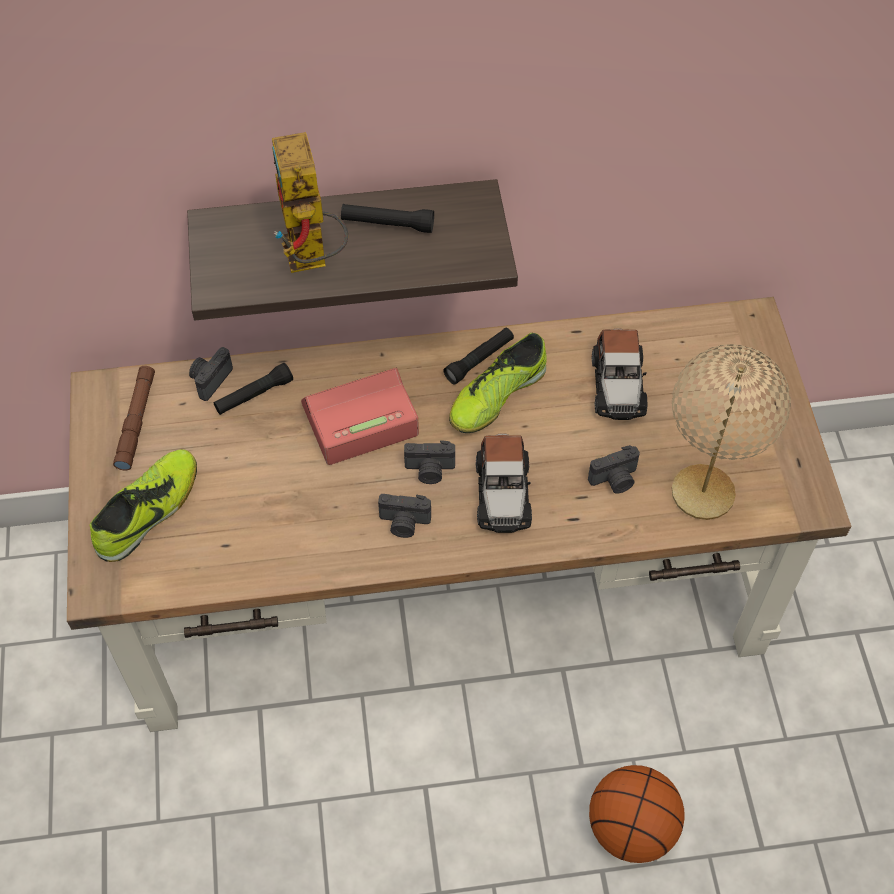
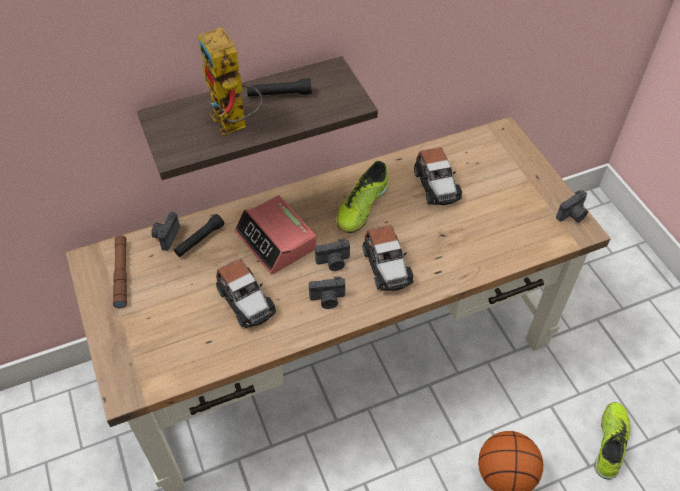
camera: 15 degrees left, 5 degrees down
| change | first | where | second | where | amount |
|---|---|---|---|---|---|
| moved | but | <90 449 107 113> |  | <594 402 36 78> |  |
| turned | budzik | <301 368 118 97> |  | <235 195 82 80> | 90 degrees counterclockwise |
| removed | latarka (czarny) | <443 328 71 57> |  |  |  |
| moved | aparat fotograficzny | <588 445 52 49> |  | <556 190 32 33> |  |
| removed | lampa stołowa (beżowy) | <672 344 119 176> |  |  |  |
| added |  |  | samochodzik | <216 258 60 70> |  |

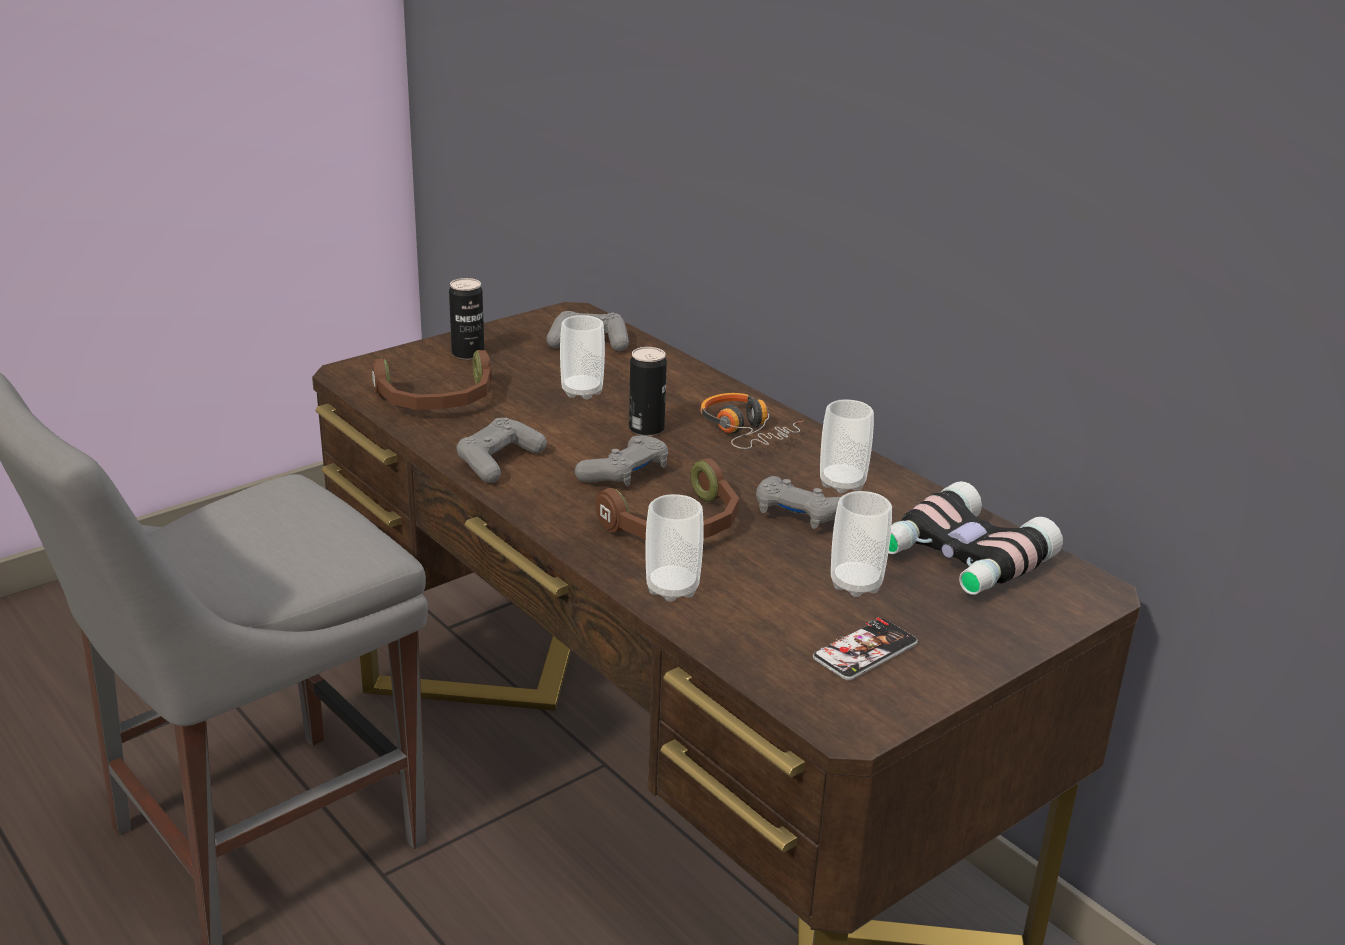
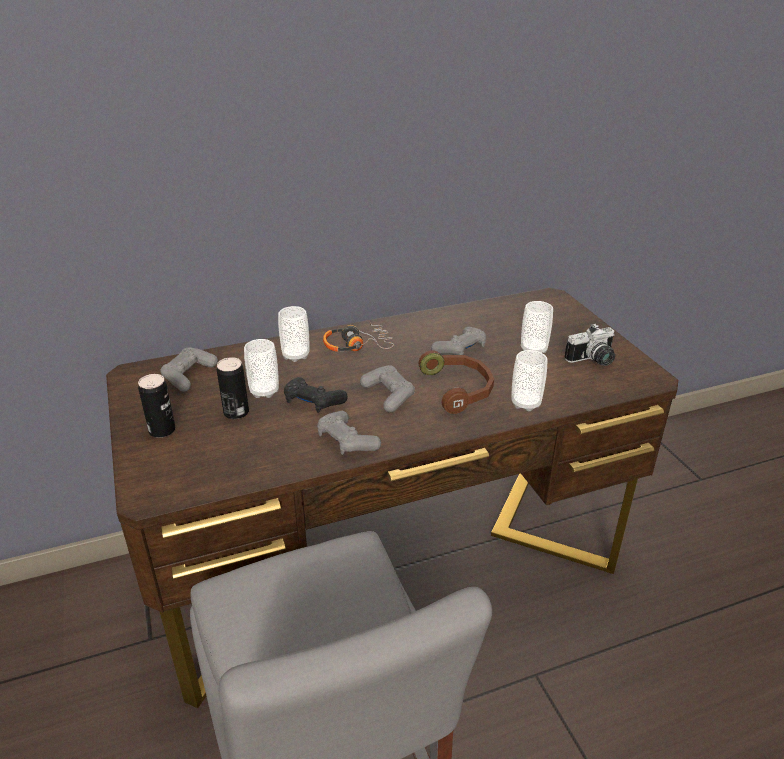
camera: 70 degrees left, 5 degrees up
| change | first | where | second | where | amount |
|---|---|---|---|---|---|
| removed | słuchawki (brązowy) | <372 350 120 60> |  |  |  |
| moved | puszka | <629 347 38 89> |  | <217 357 32 62> |  |
| replaced | telefon | <813 618 105 62> | aparat fotograficzny | <564 323 51 43> |  |
| moved | filiżanka | <820 399 54 95> |  | <278 306 31 56> |  |
| removed | lornetka | <888 481 175 114> |  |  |  |
| added |  |  | pad do gier (czarny) | <284 377 64 35> |  |

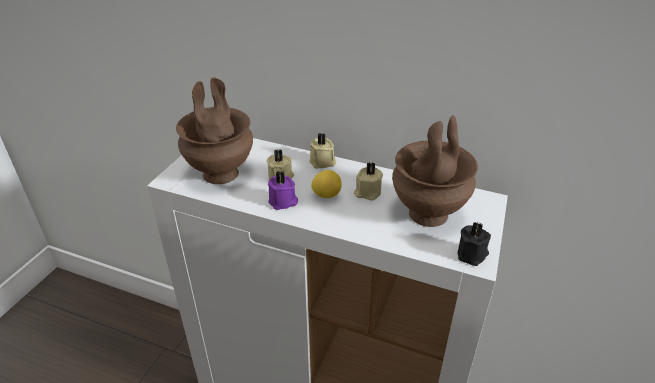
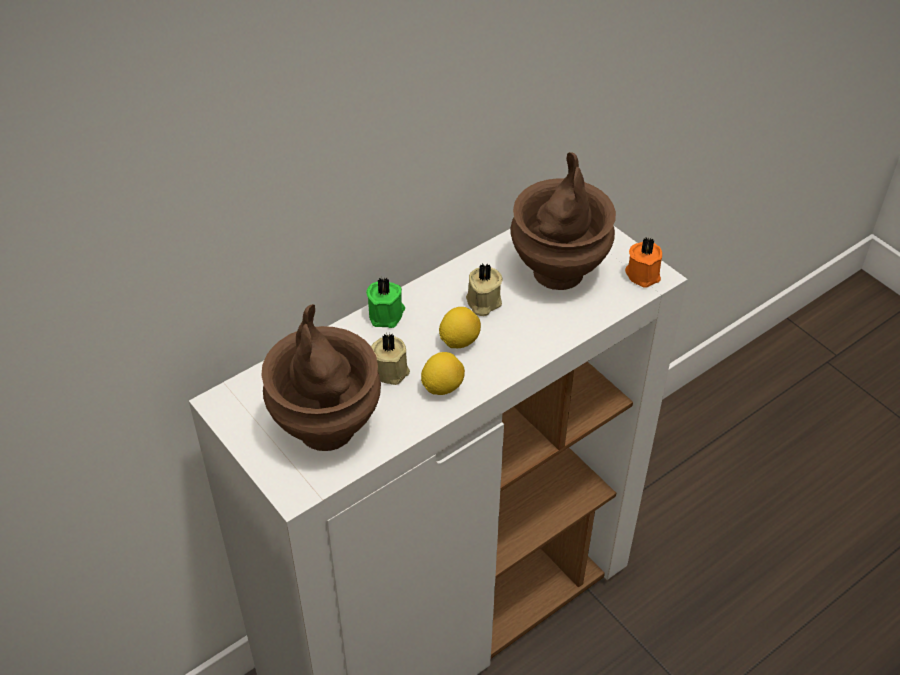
camera: 60 degrees left, 10 degrees up
| change | first | where | second | where | amount |
|---|---|---|---|---|---|
| replaced | świeca (fioletowy) | <268 170 30 40> | cytryna | <421 352 44 43> |  |
| recoloured | świeca (beżowy) | <310 133 26 36> | świeca (zielony) | <366 277 39 51> |  |
| recoloured | świeca (czarny) | <458 222 33 44> | świeca (pomarańczowy) | <625 237 37 51> |  |

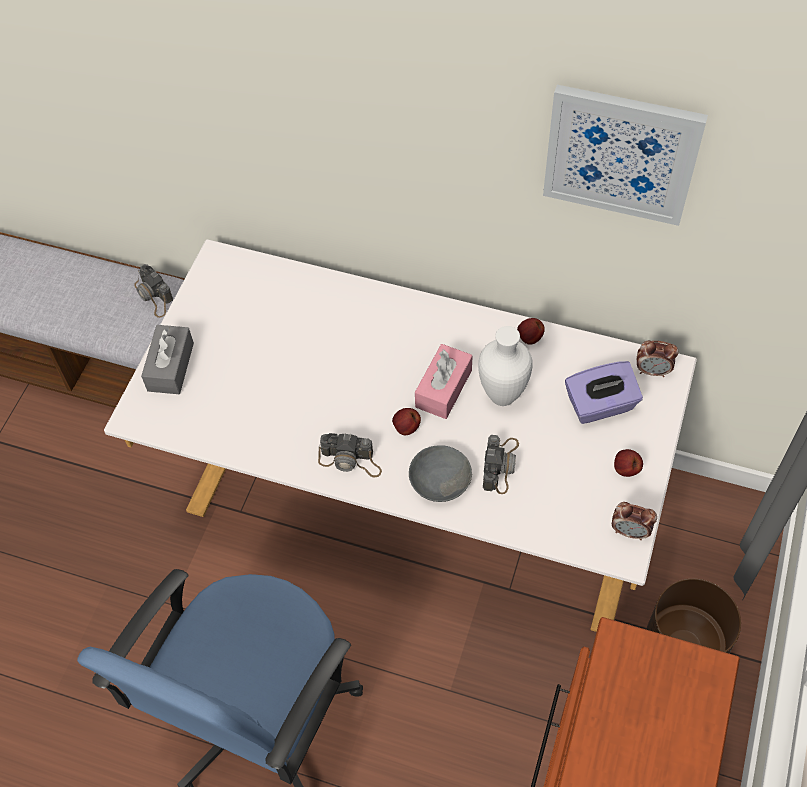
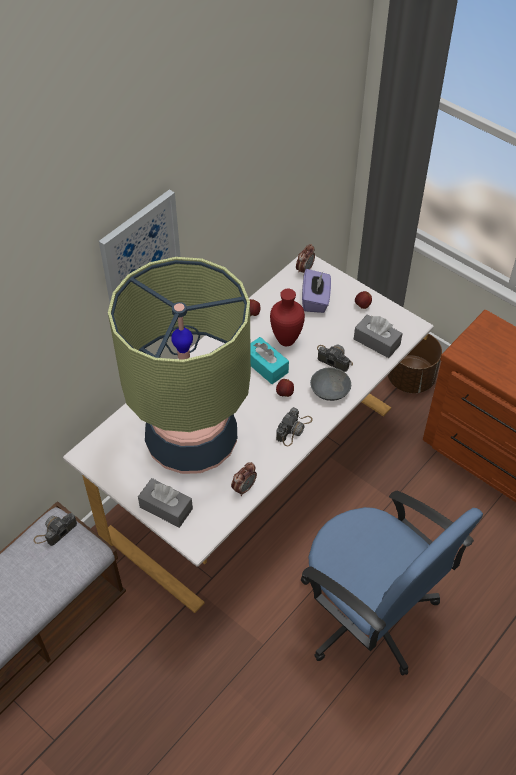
camera: 70 degrees left, 5 degrees down
| change | first | where | second | where | amount |
|---|---|---|---|---|---|
| turned | aparat fotograficzny | <134 264 39 54> |  | <33 513 44 33> | 150 degrees clockwise |
| recoloured | pudełko chusteczek (różowy) | <415 344 57 75> | pudełko chusteczek (turkusowy) | <250 337 39 47> |  |
| recoloured | wazon (biały) | <478 326 55 80> | wazon (czerwony) | <270 289 35 57> |  |
| moved | obraz | <543 85 165 141> |  | <99 189 81 113> |  |
| moved | budzik | <612 502 45 38> |  | <231 462 26 34> |  |
| added |  |  | lampa stołowa | <108 257 143 217> |  |
| added |  |  | pudełko chusteczek (szary) | <354 314 49 44> |  |

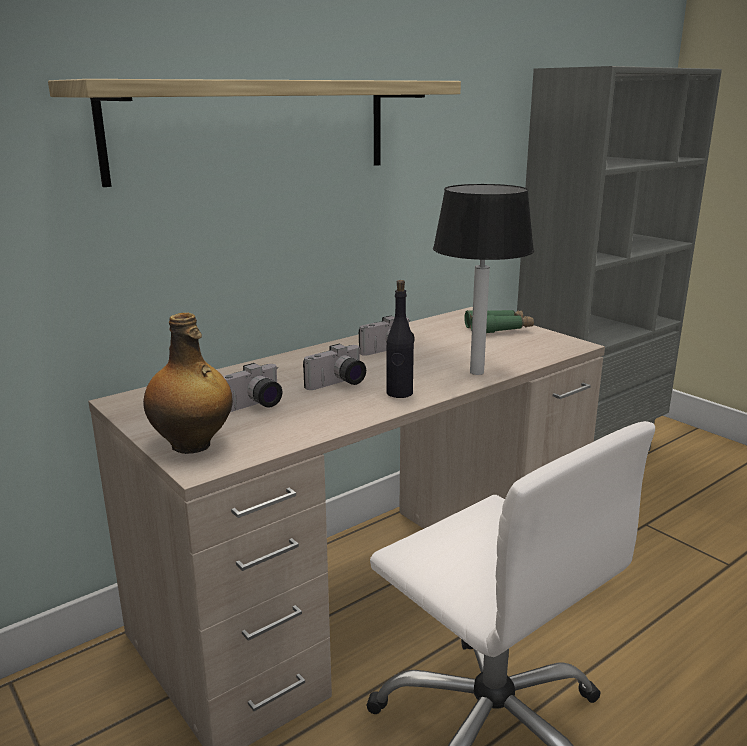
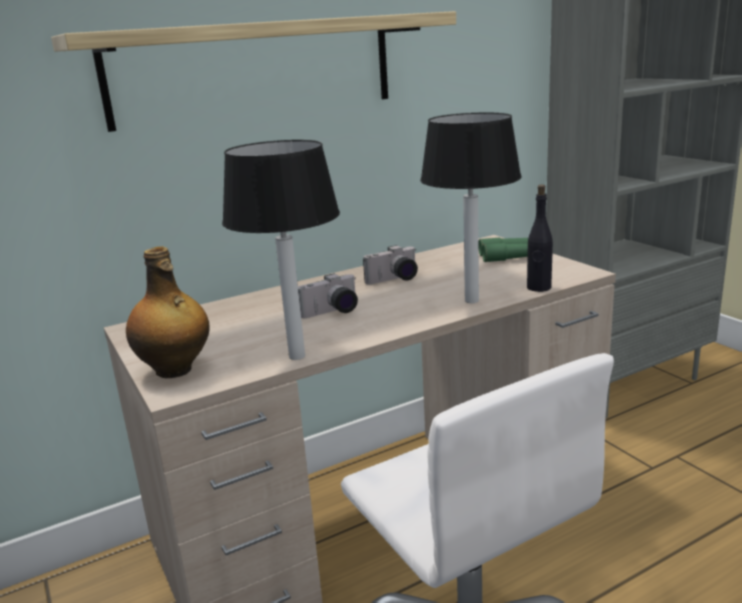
camera: 10 degrees right, 0 degrees up
| change | first | where | second | where | amount |
|---|---|---|---|---|---|
| removed | aparat fotograficzny | <223 363 59 49> |  |  |  |
| moved | butelka (czarny) | <386 280 28 118> |  | <527 185 26 107> |  |
| added |  |  | lampa stołowa | <222 140 118 220> |  |

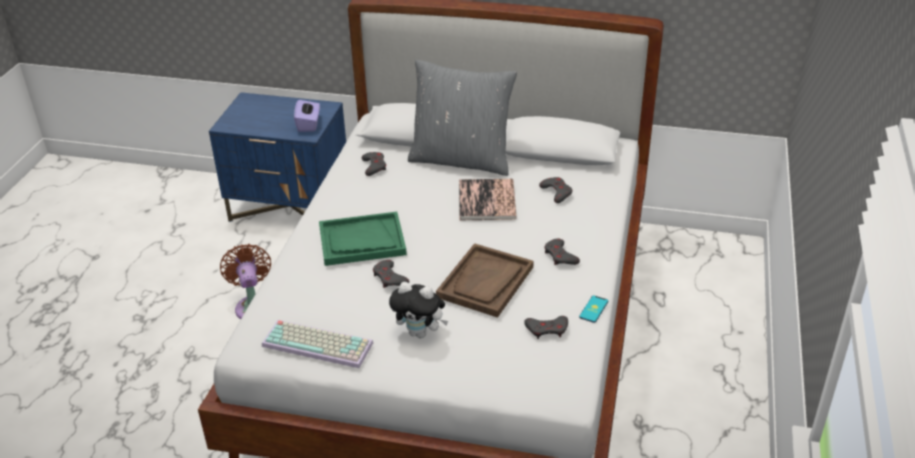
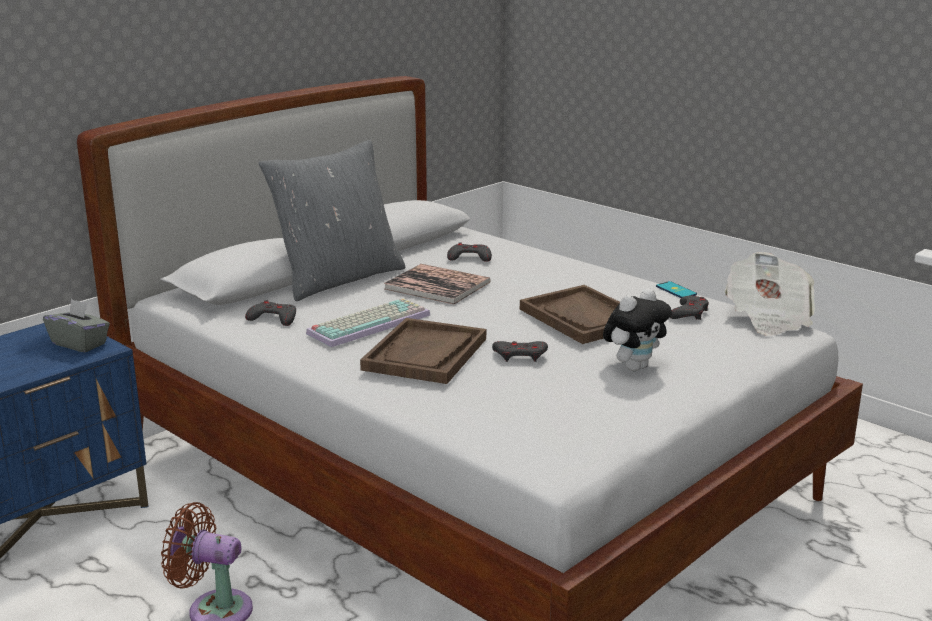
camera: 60 degrees left, 15 degrees down
| change | first | where | second | where | amount |
|---|---|---|---|---|---|
| moved | klawiatura | <262 320 111 48> |  | <306 298 124 49> |  |
| recoloured | pudełko chusteczek (fioletowy) | <294 100 26 32> | pudełko chusteczek (szary) | <43 299 67 53> |  |
| recoloured | taca (zielony) | <319 212 88 54> | taca (brązowy) | <360 318 126 66> |  |
| removed | pad do gier (szary) | <544 239 36 26> |  |  |  |
| added |  |  | gazeta | <725 252 90 84> |  |

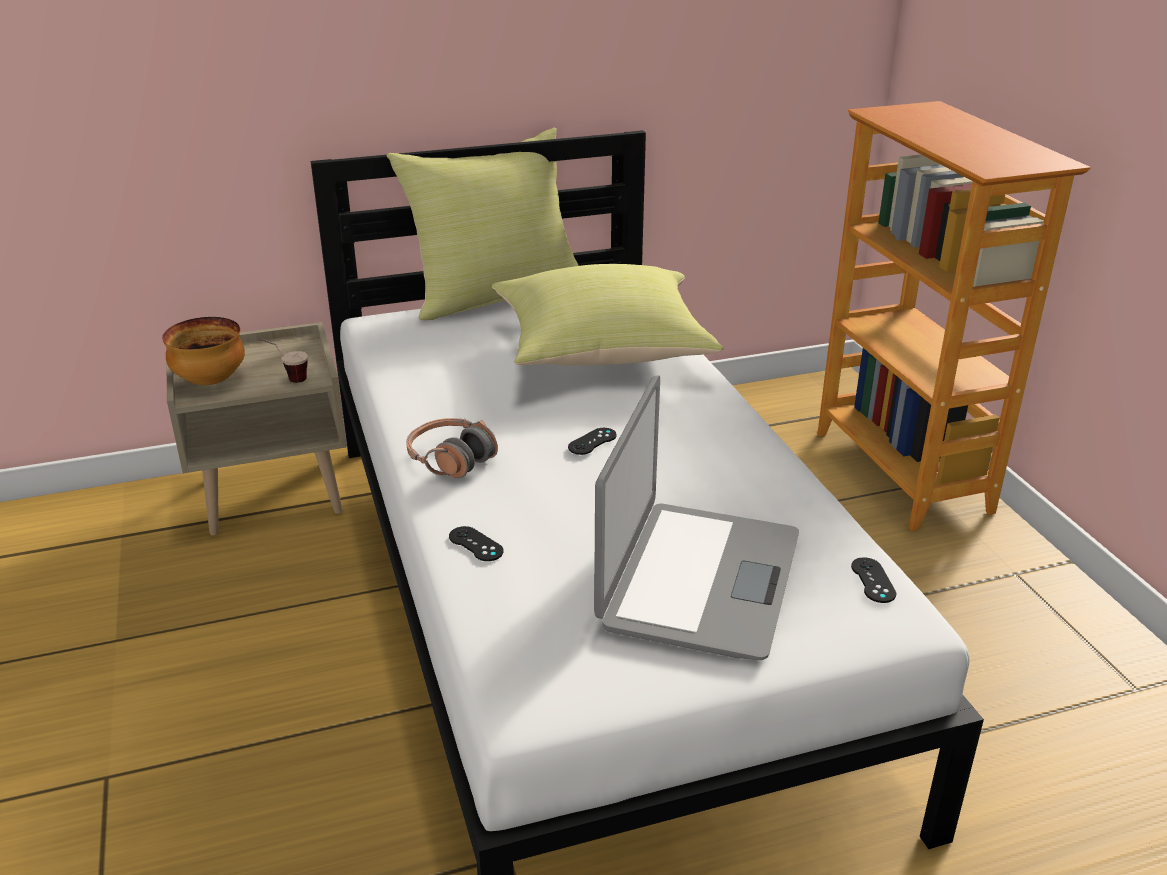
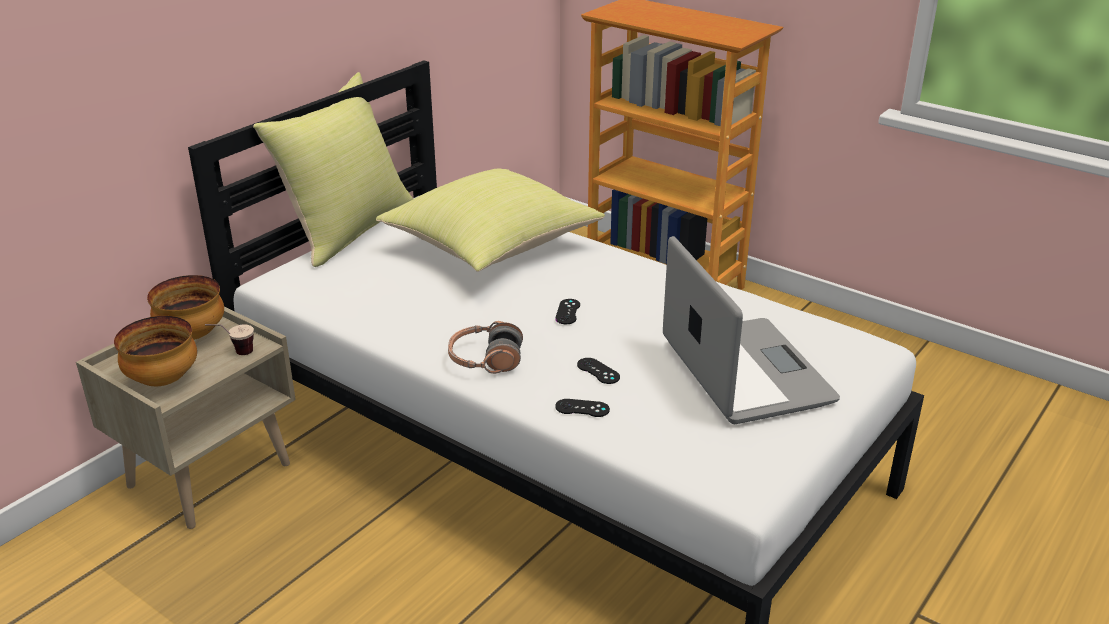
camera: 35 degrees left, 0 degrees up
| change | first | where | second | where | amount |
|---|---|---|---|---|---|
| moved | pad do gier (czarny) | <851 557 46 46> |  | <577 358 43 26> |  |
| added |  |  | miska | <147 275 77 65> |  |

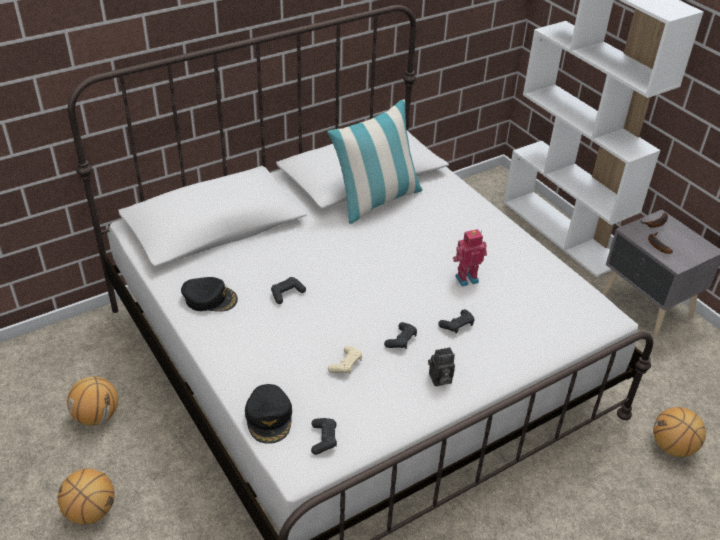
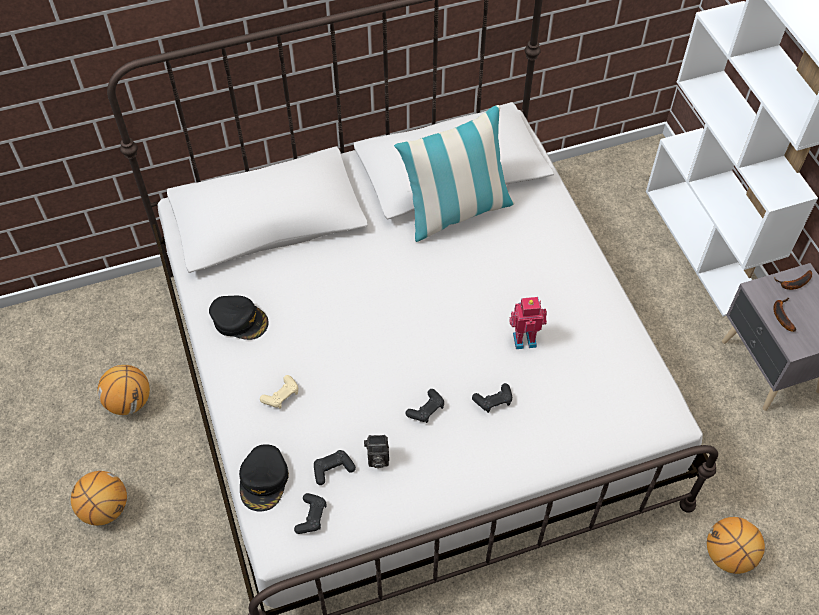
camera: 15 degrees right, 15 degrees up
| change | first | where | second | where | amount |
|---|---|---|---|---|---|
| moved | pad do gier (czarny) | <271 277 35 27> |  | <314 450 42 35> |  |
| moved | pad do gier (beżowy) | <328 346 34 28> |  | <260 375 38 34> |  |
| moved | aparat fotograficzny | <428 347 27 39> |  | <364 435 25 33> |  |

